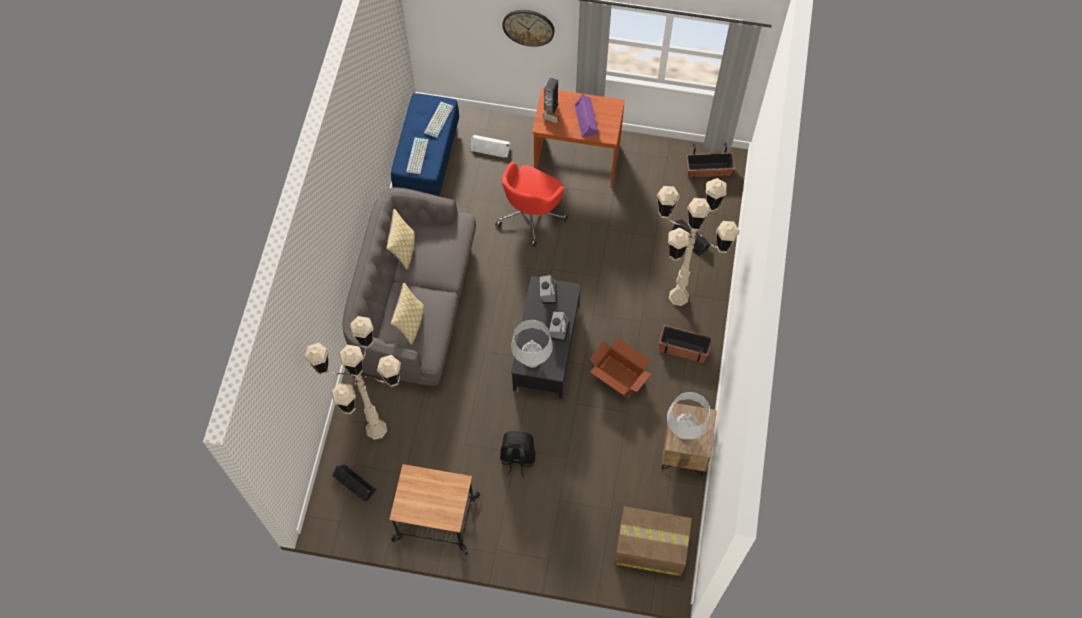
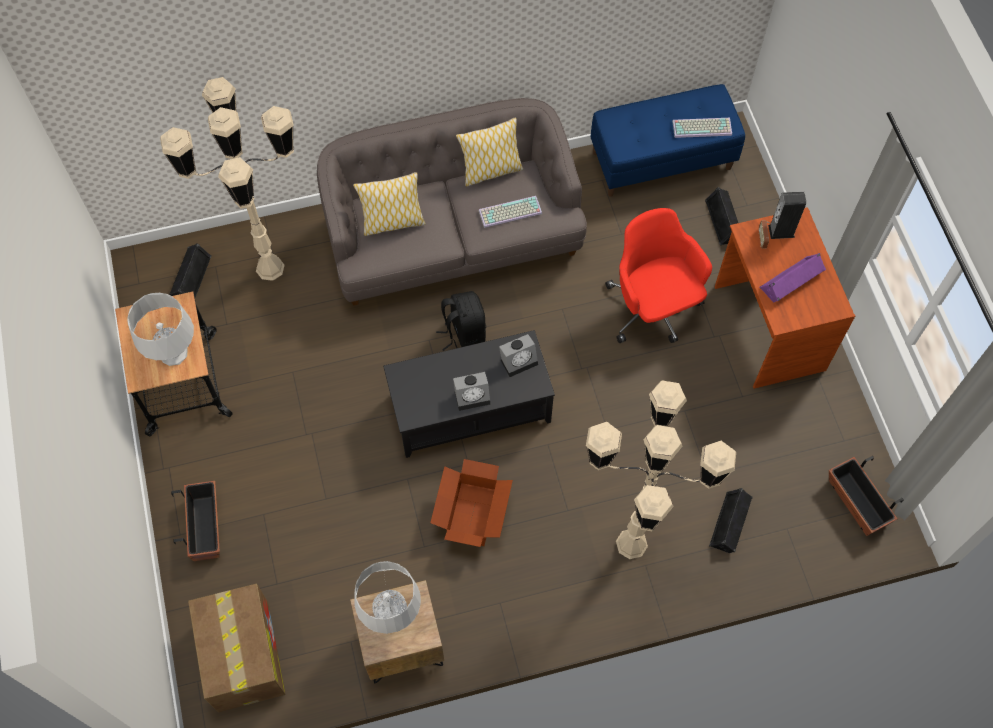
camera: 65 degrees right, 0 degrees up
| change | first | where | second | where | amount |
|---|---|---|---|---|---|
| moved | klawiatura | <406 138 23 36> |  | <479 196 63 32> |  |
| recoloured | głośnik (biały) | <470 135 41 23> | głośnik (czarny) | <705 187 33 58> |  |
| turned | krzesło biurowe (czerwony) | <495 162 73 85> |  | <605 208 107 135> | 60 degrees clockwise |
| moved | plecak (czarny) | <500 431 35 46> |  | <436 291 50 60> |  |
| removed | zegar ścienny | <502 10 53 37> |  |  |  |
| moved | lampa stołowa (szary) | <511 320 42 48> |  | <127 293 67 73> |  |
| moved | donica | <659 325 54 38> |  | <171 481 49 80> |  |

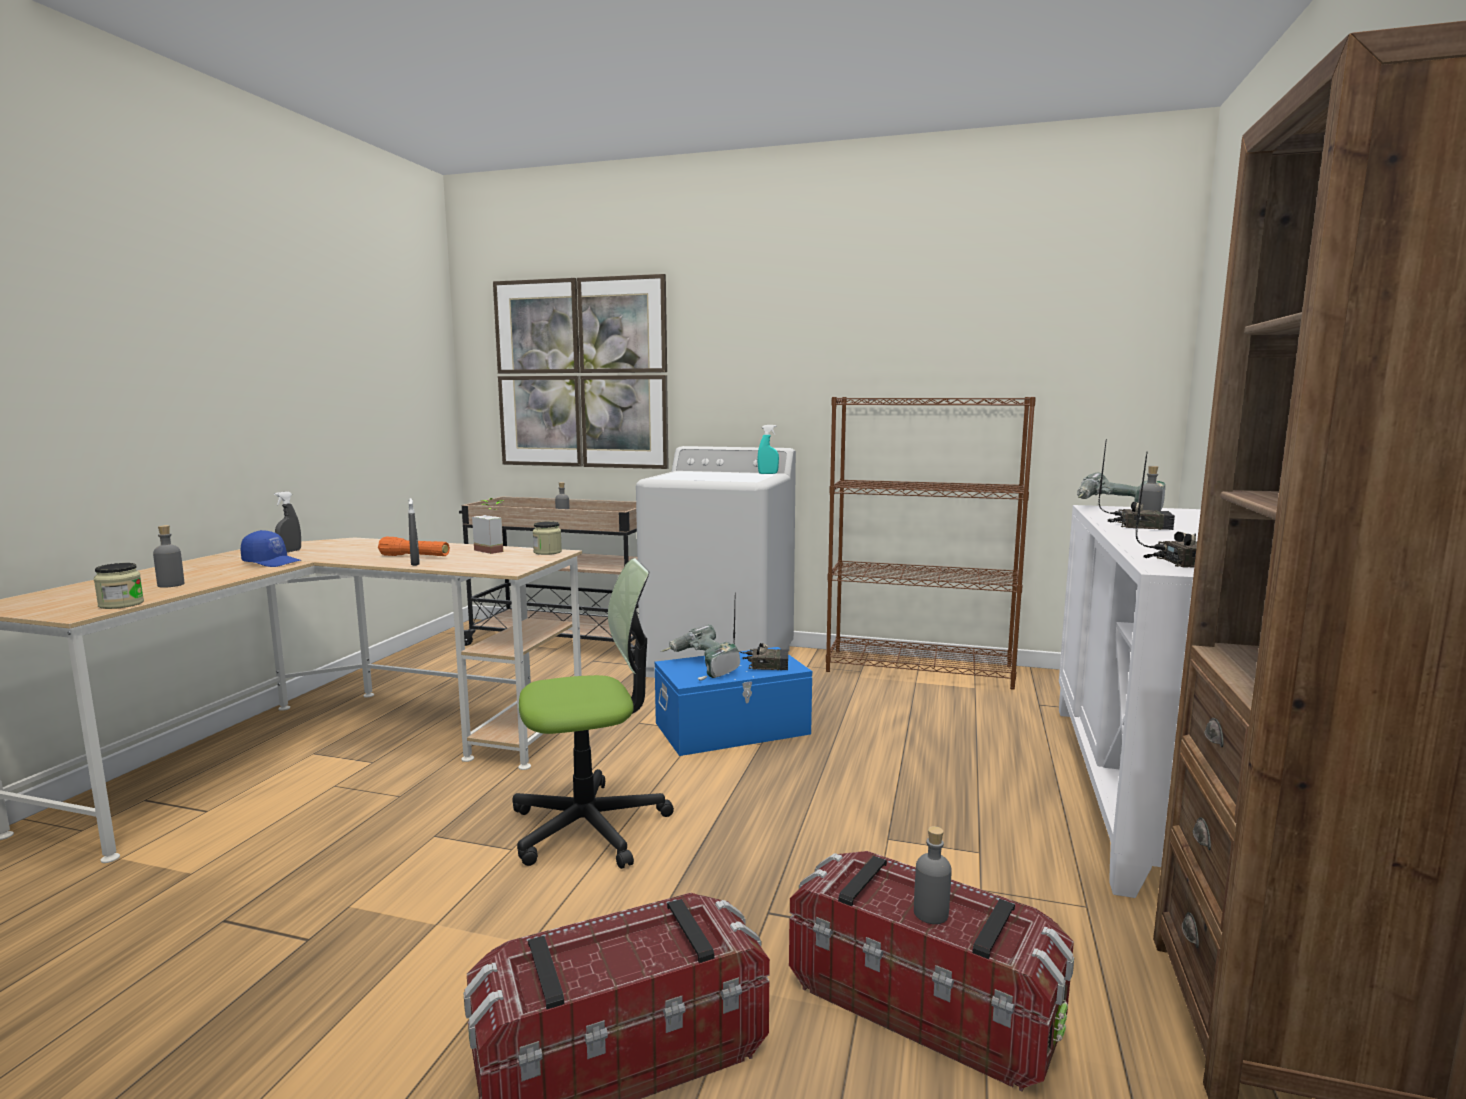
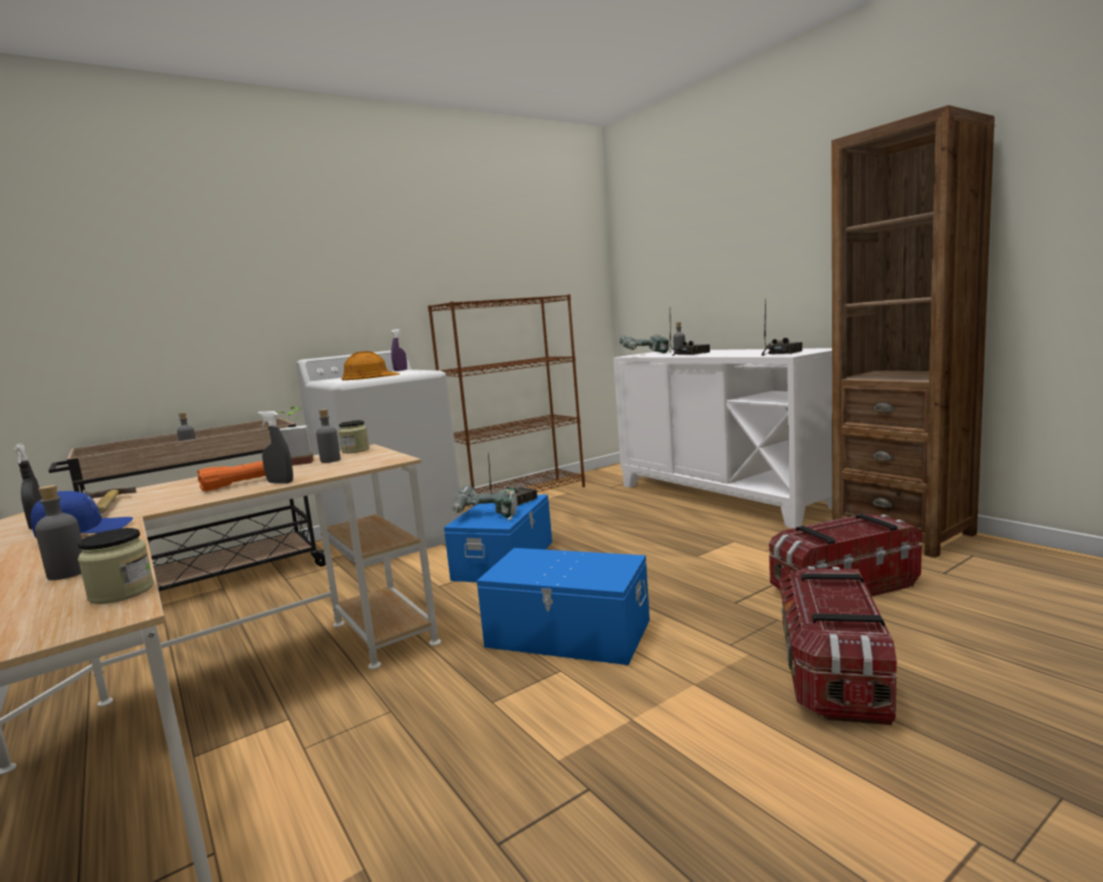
camera: 50 degrees left, 0 degrees up
| change | first | where | second | where | amount |
|---|---|---|---|---|---|
| removed | obraz | <493 274 176 195> |  |  |  |
| replaced | krzesło biurowe | <512 558 162 311> | pojemnik do przechowywania (niebieski) | <477 548 173 117> |  |
| recoloured | spryskiwacz (turkusowy) | <757 425 22 49> | spryskiwacz (fioletowy) | <391 329 16 42> |  |
| moved | butelka (szary) | <914 826 38 98> |  | <316 409 25 54> |  |
| added |  |  | młotek | <83 487 53 27> |  |
| added |  |  | kask (pomarańczowy) | <341 351 59 29> |  |

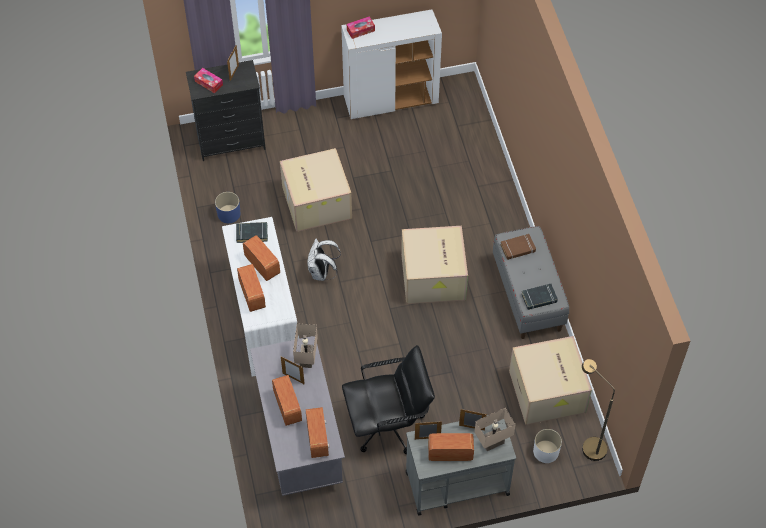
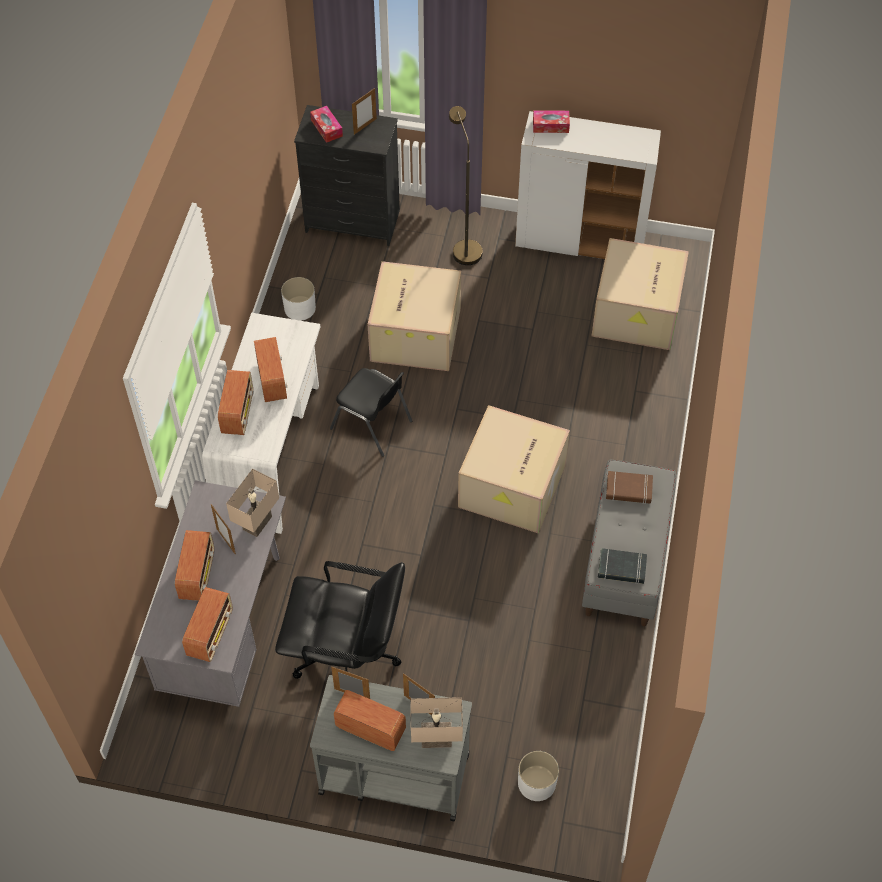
camera: 25 degrees right, 0 degrees up
| change | first | where | second | where | amount |
|---|---|---|---|---|---|
| recoloured | donica (niebieski) | <215 192 26 31> | donica (biały) | <281 277 35 44> |  |
| removed | książka (czarny) | <236 222 32 21> |  |  |  |
| replaced | plecak (biały) | <307 239 34 42> | krzesło (czarny) | <330 368 82 89> |  |
| moved | karton | <509 336 83 89> |  | <592 238 97 112> |  |
| moved | lampa stojąca (brązowy) | <582 359 33 102> |  | <449 106 34 159> |  |

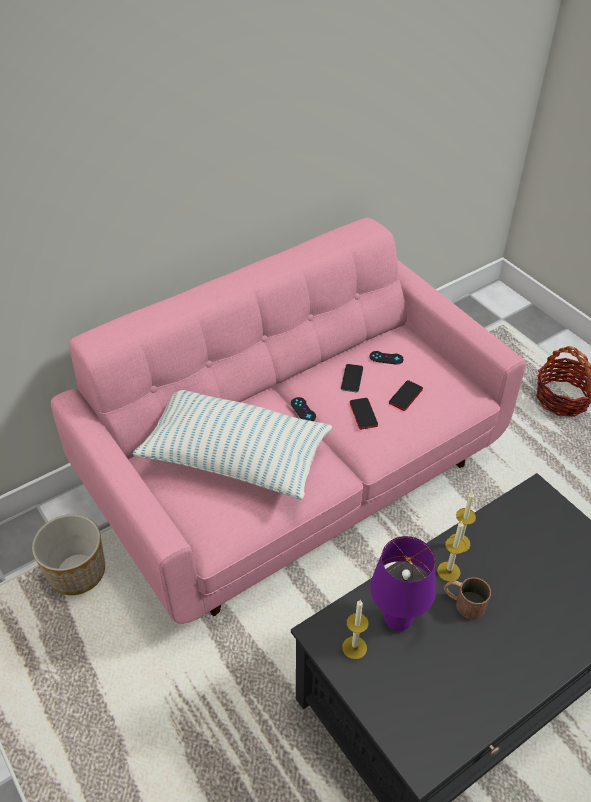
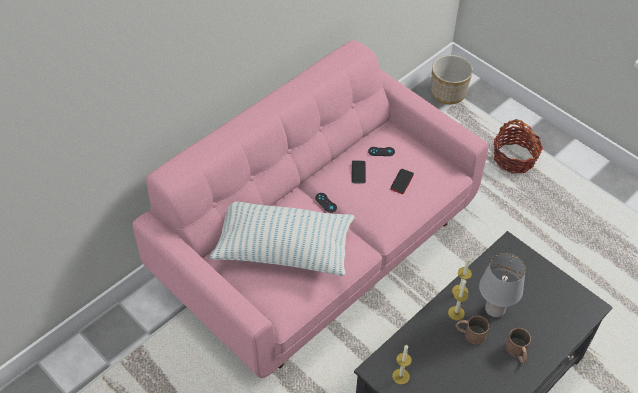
camera: 10 degrees left, 5 degrees up
| change | first | where | second | where | amount |
|---|---|---|---|---|---|
| moved | donica | <32 514 73 81> |  | <431 55 42 49> |  |
| removed | telefon | <350 398 28 32> |  |  |  |
| removed | lampa stołowa (fioletowy) | <370 536 66 95> |  |  |  |
| added |  |  | lampa stołowa (szary) | <479 253 47 64> |  |
| added |  |  | kubek (brązowy) | <506 328 25 35> |  |

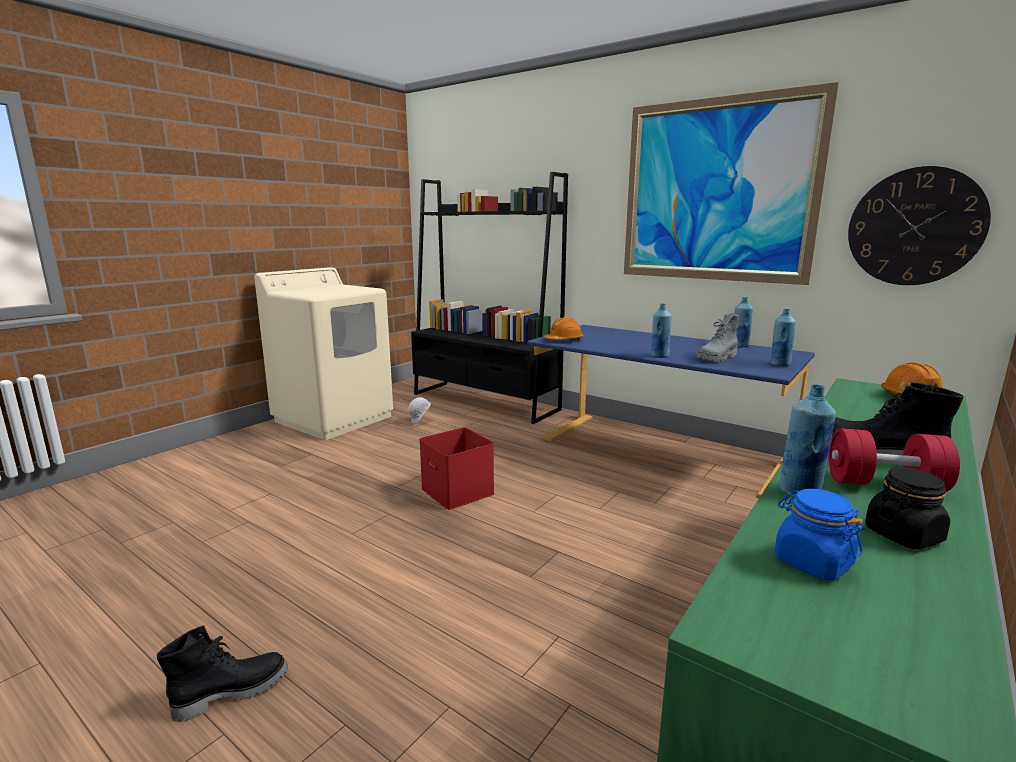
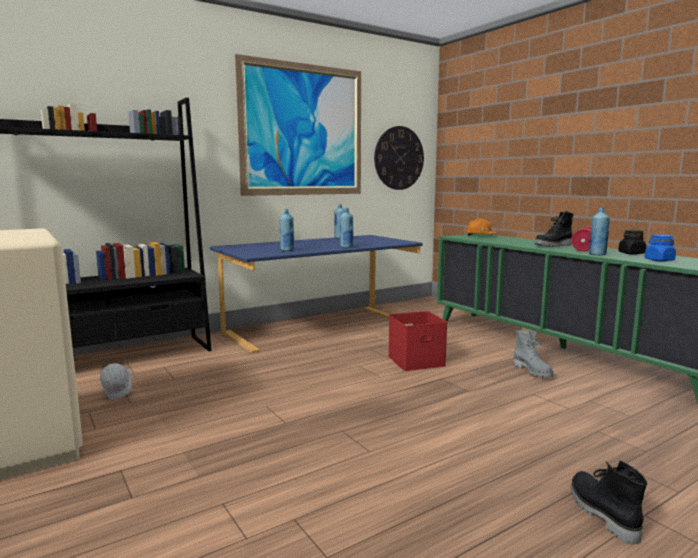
camera: 70 degrees left, 5 degrees down
| change | first | where | second | where | amount |
|---|---|---|---|---|---|
| moved | pojemnik do przechowywania (czerwony) | <419 427 75 83> |  | <388 311 59 60> |  |
| removed | kask (pomarańczowy) | <544 317 40 23> |  |  |  |
| moved | but z cholewką (szary) | <696 313 43 49> |  | <513 330 40 48> |  |
| moved | butelka (niebieski) | <770 309 26 57> |  | <280 209 15 42> |  |

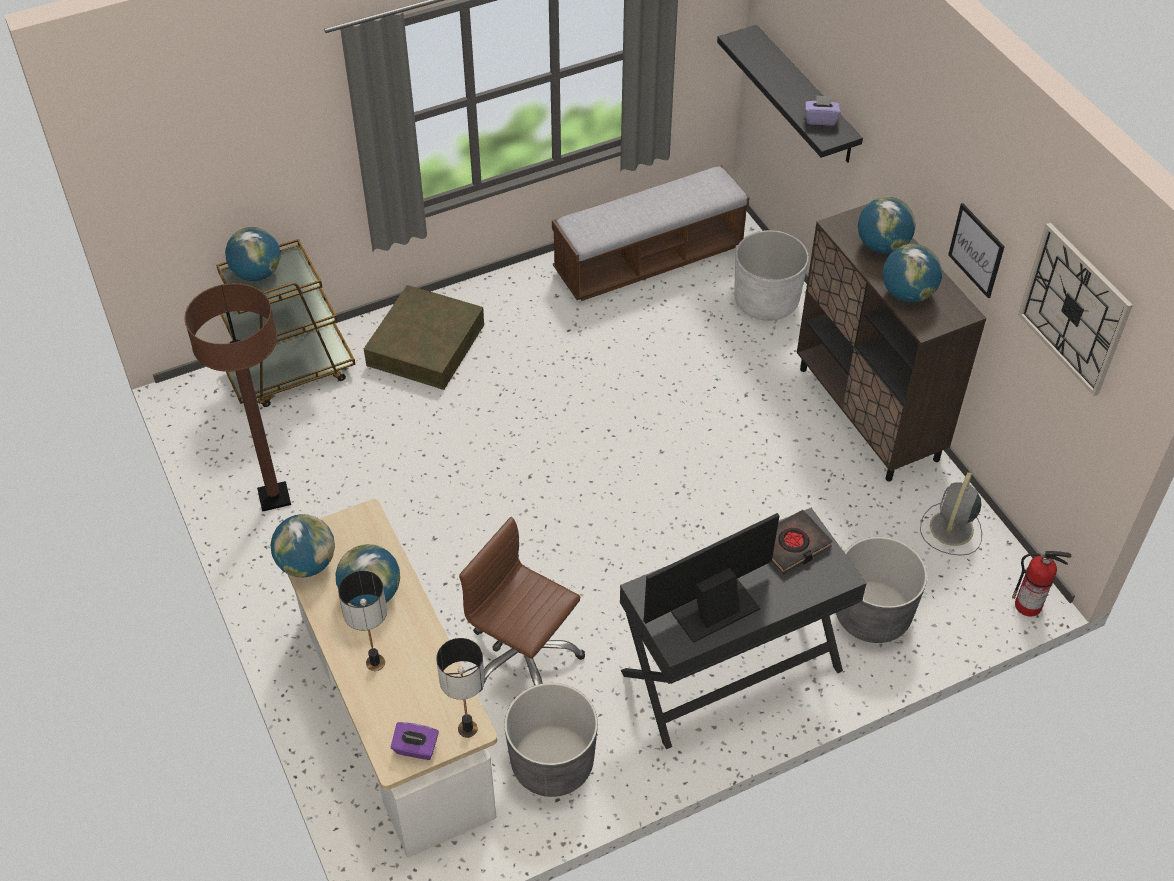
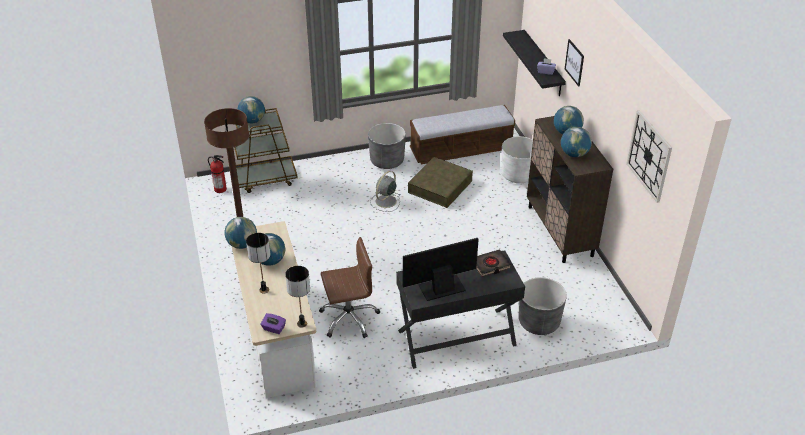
camera: 10 degrees right, 10 degrees down
| change | first | where | second | where | amount |
|---|---|---|---|---|---|
| moved | pojemnik do przechowywania (brązowy) | <364 285 120 105> |  | <408 157 65 51> |  |
| turned | krzesło biurowe (brązowy) | <459 517 126 175> |  | <319 237 61 101> | 120 degrees clockwise |
| moved | donica (szary) | <504 683 94 114> |  | <368 123 38 46> |  |
| moved | wentylator (szary) | <920 472 62 84> |  | <371 171 29 41> |  |
| moved | obraz | <948 203 57 95> |  | <565 39 19 48> |  |
| moved | gaśnica | <1012 551 59 66> |  | <208 155 19 38> |  |

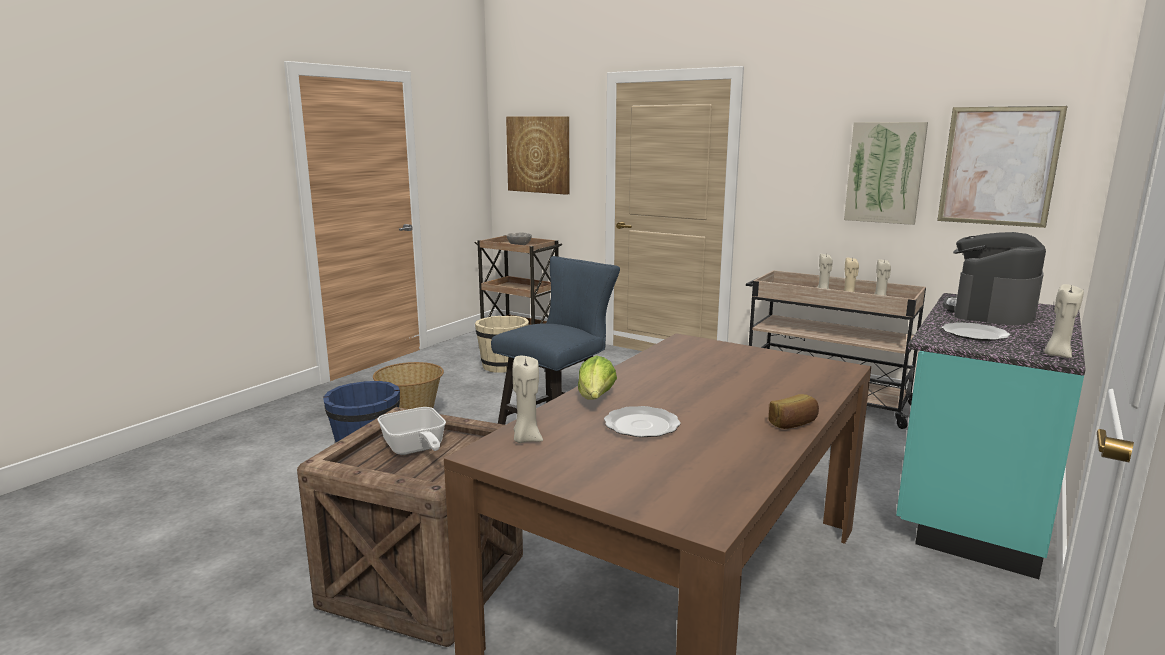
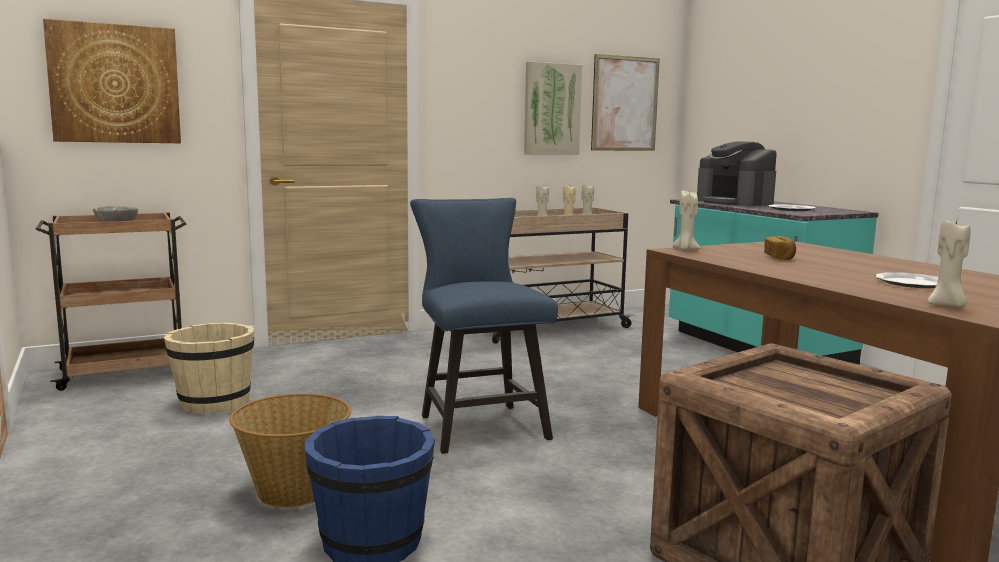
camera: 60 degrees left, 5 degrees down
| change | first | where | second | where | amount |
|---|---|---|---|---|---|
| removed | patelnia | <377 407 69 48> |  |  |  |
| removed | sałata | <578 355 39 45> |  |  |  |
| moved | chleb | <769 394 50 35> |  | <764 236 32 24> |  |
| moved | świeca (beżowy) | <1044 284 40 74> |  | <673 191 28 59> |  |

